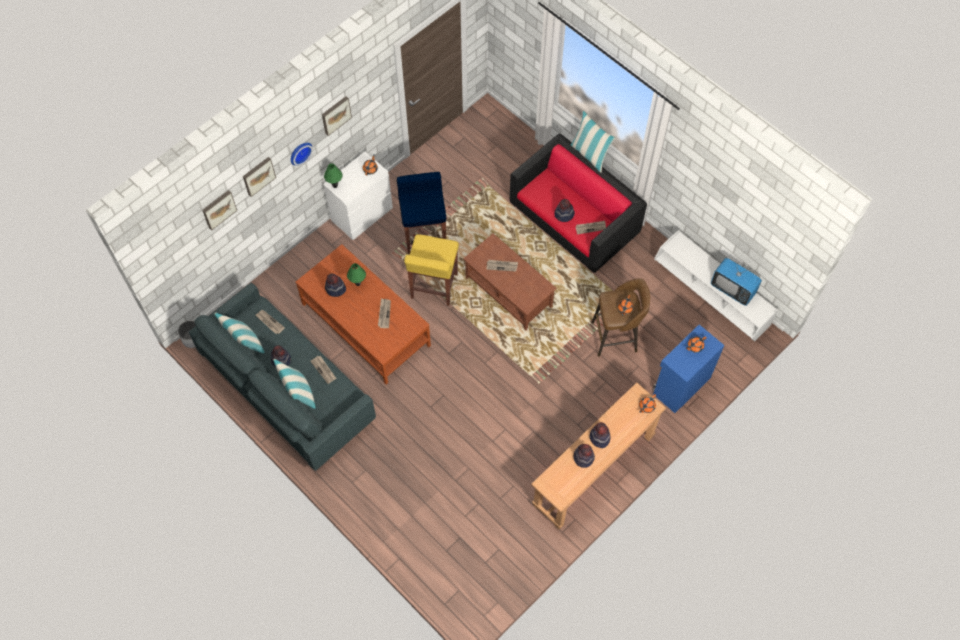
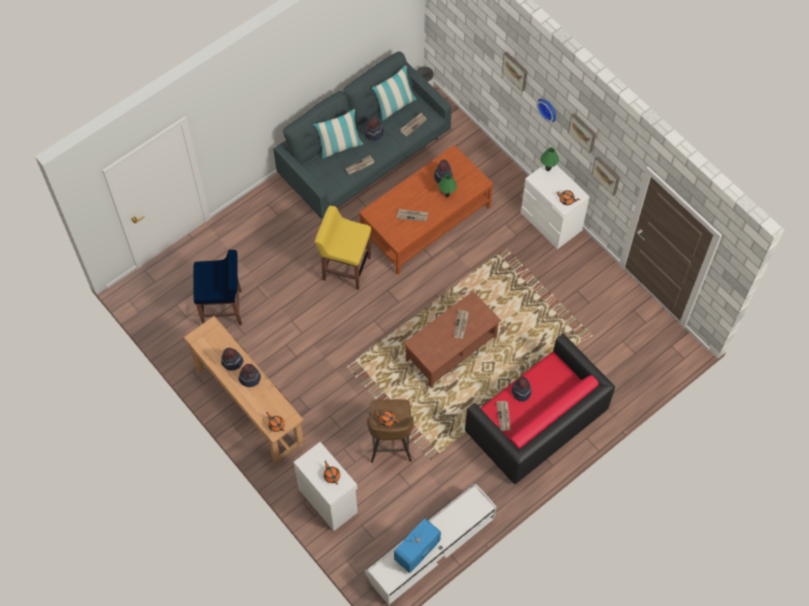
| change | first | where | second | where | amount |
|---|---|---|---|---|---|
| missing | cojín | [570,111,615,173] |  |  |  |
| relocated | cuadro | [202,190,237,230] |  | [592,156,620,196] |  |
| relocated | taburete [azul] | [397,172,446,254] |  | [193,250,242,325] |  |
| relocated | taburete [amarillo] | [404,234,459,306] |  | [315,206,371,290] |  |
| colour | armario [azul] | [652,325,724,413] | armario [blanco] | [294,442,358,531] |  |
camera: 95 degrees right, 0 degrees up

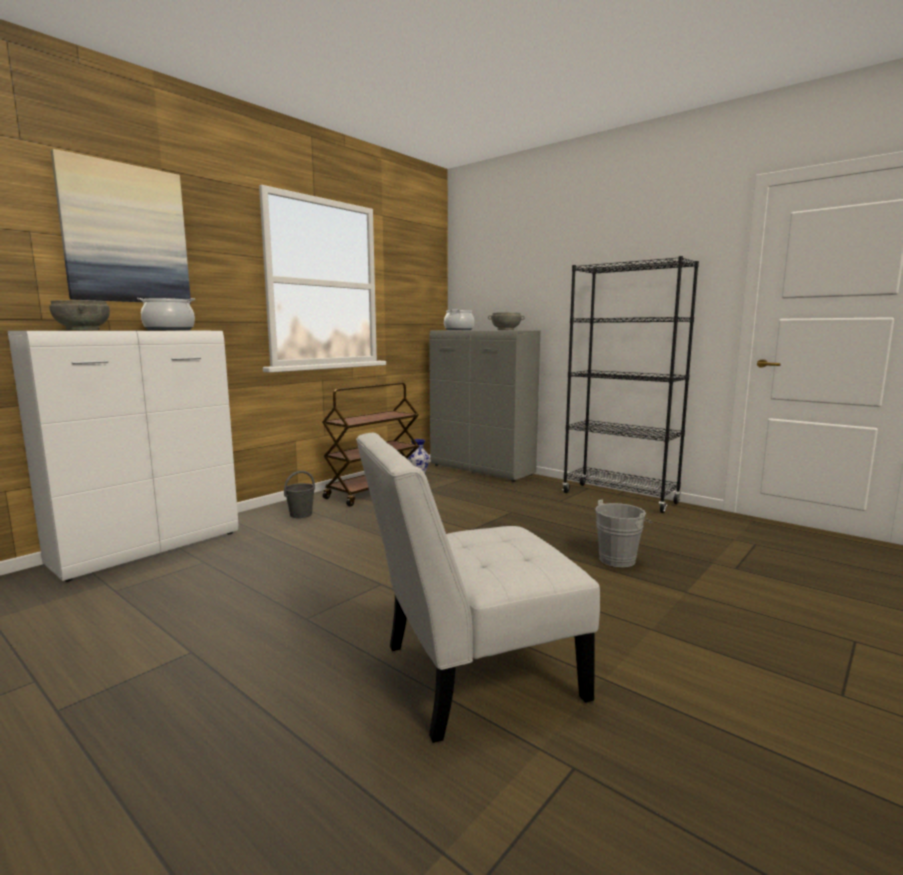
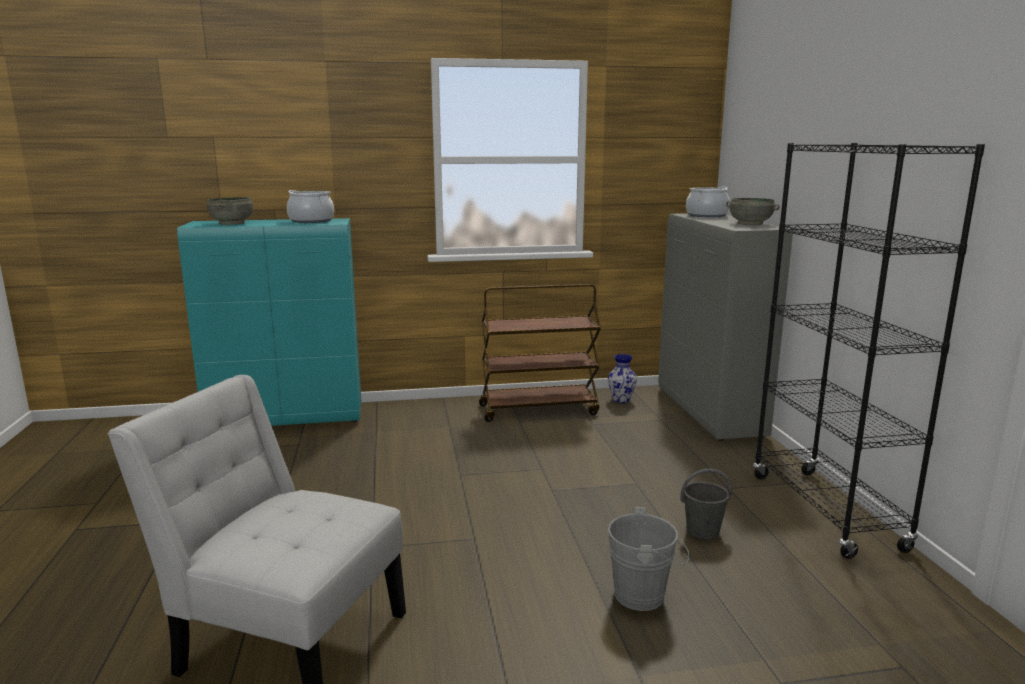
| change | first | where | second | where | amount |
|---|---|---|---|---|---|
| missing | cuadro | [51,149,191,304] |  |  |  |
| relocated | cubo [gris] | [284,471,315,518] |  | [680,469,731,539] |  |
| colour | armario [blanco] | [8,331,238,582] | armario [turquesa] | [177,218,361,426] |  |
camera: 40 degrees right, 5 degrees up

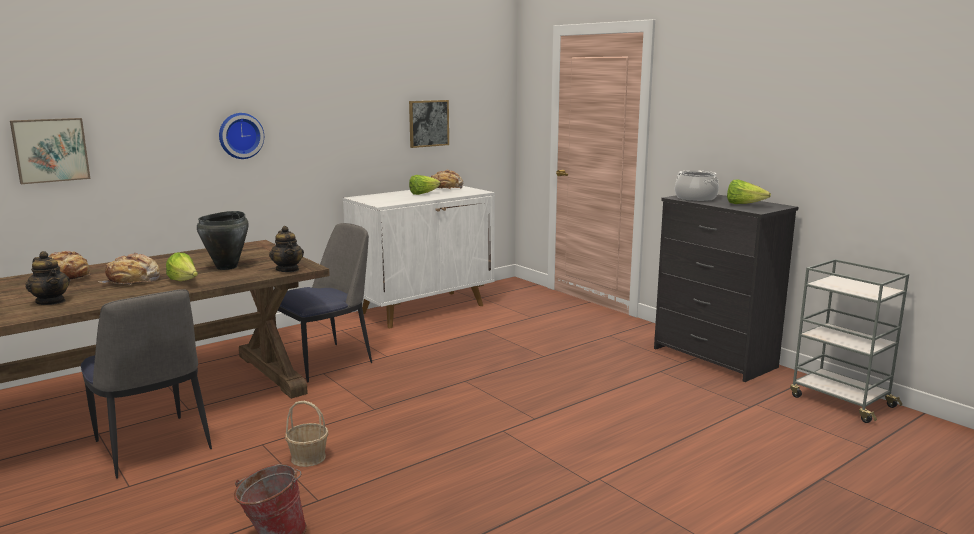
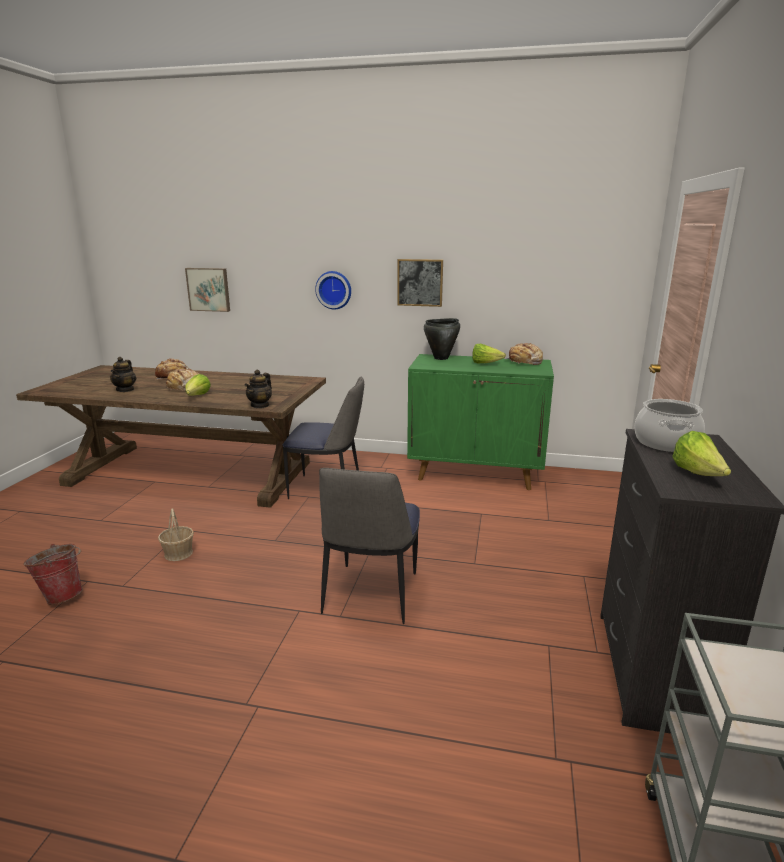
| change | first | where | second | where | amount |
|---|---|---|---|---|---|
| relocated | silla | [81,289,212,479] |  | [319,468,420,624] |  |
| relocated | olla [negro] | [197,211,249,270] |  | [424,318,460,360] |  |
| relocated | cuadro | [409,100,449,148] |  | [397,259,443,307] |  |
| colour | armario [blanco] | [343,186,495,328] | armario [verde] | [407,354,554,490] |  |
camera: 50 degrees right, 5 degrees up

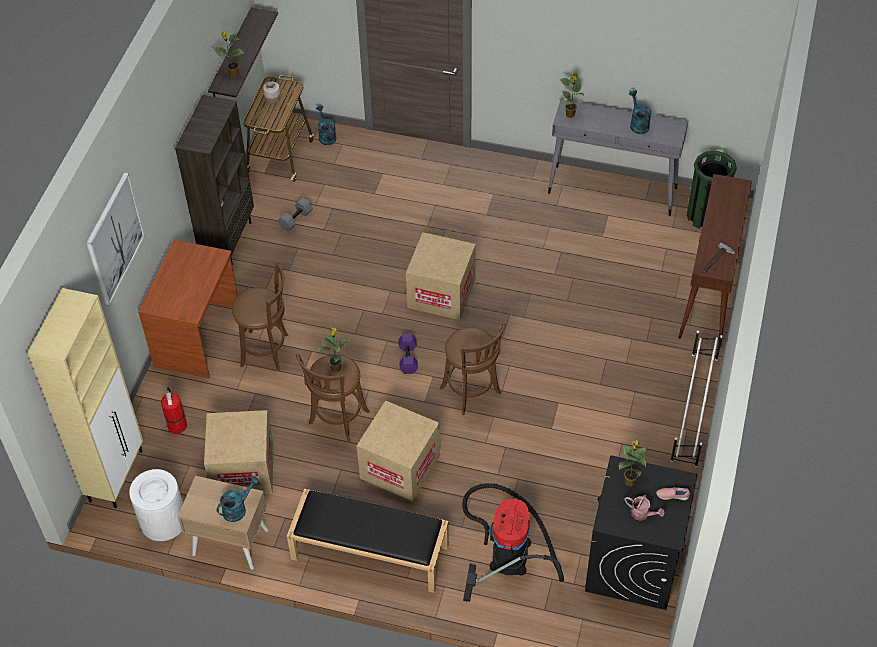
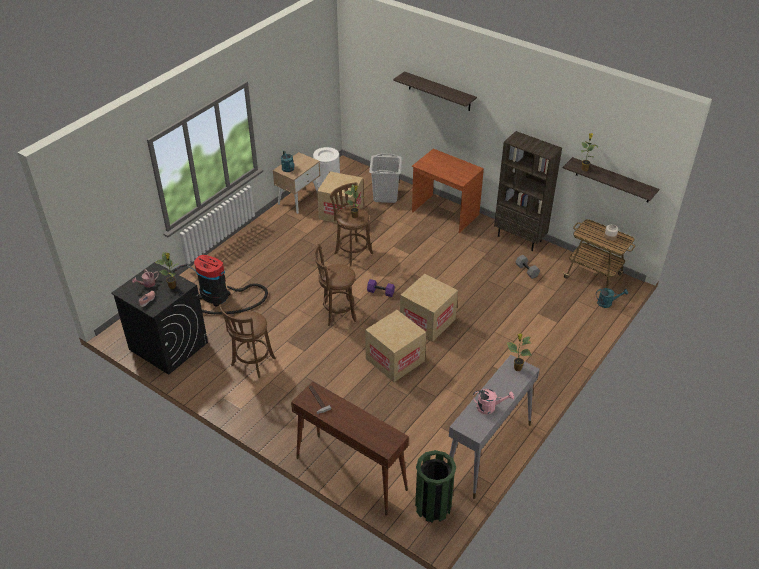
| change | first | where | second | where | amount |
|---|---|---|---|---|---|
| missing | armario [beis] | [27,288,143,508] |  |  |  |
| missing | banco [negro] | [287,489,449,593] |  |  |  |
| missing | zapatero [blanco] | [670,331,723,467] |  |  |  |
| relocated | taburete [marrón] | [232,262,288,371] |  | [219,305,276,378] |  |
| relocated | caja de cartón | [357,401,440,501] |  | [365,310,426,382] |  |
| exchanged | cuadro | [86,172,145,306] | estante | [393,71,477,111] |  |
| exchanged | extintor | [161,387,187,434] | cesto de la ropa [gris] | [369,154,402,203] |  |
| colour | regadera [turquesa] | [629,90,651,134] | regadera [rosa] | [473,389,514,414] |  |
camera: 110 degrees right, 10 degrees down

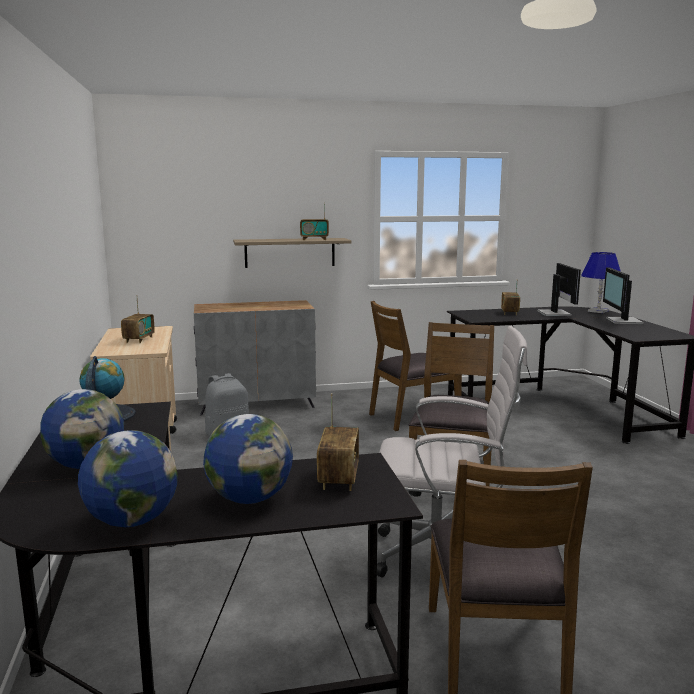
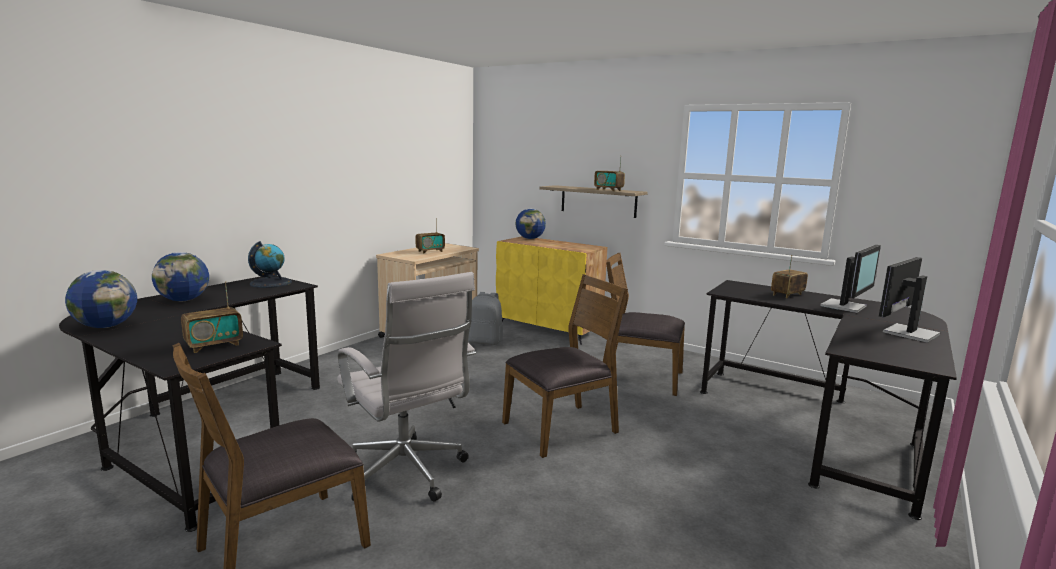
| change | first | where | second | where | amount |
|---|---|---|---|---|---|
| missing | lámpara de mesa [azul] | [581,252,621,313] |  |  |  |
| relocated | globo terráqueo | [203,414,293,504] |  | [515,209,546,239] |  |
| colour | armario [gris] | [194,300,316,415] | armario [amarillo] | [496,236,607,345] |  |
camera: 45 degrees right, 0 degrees up

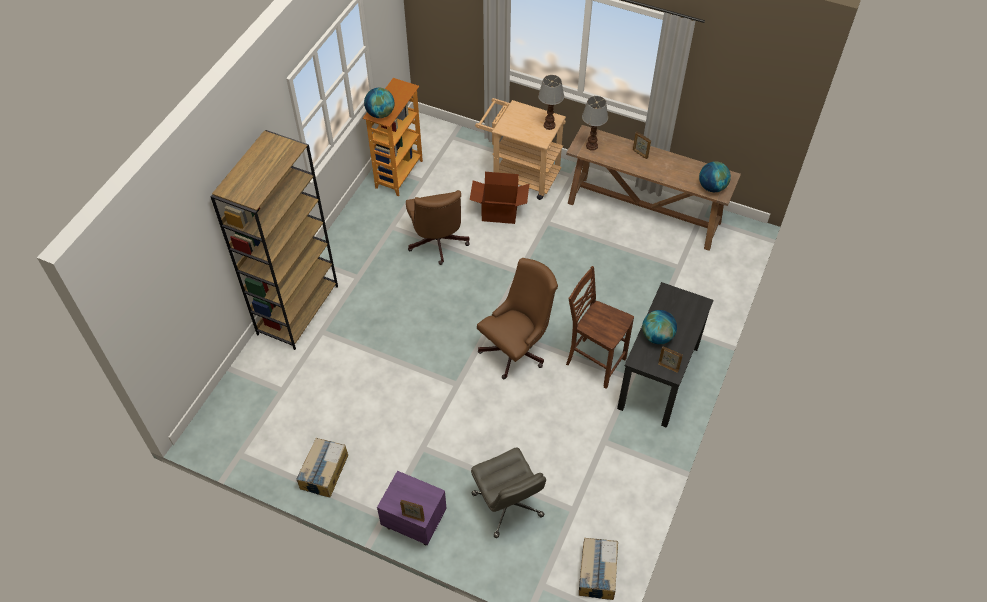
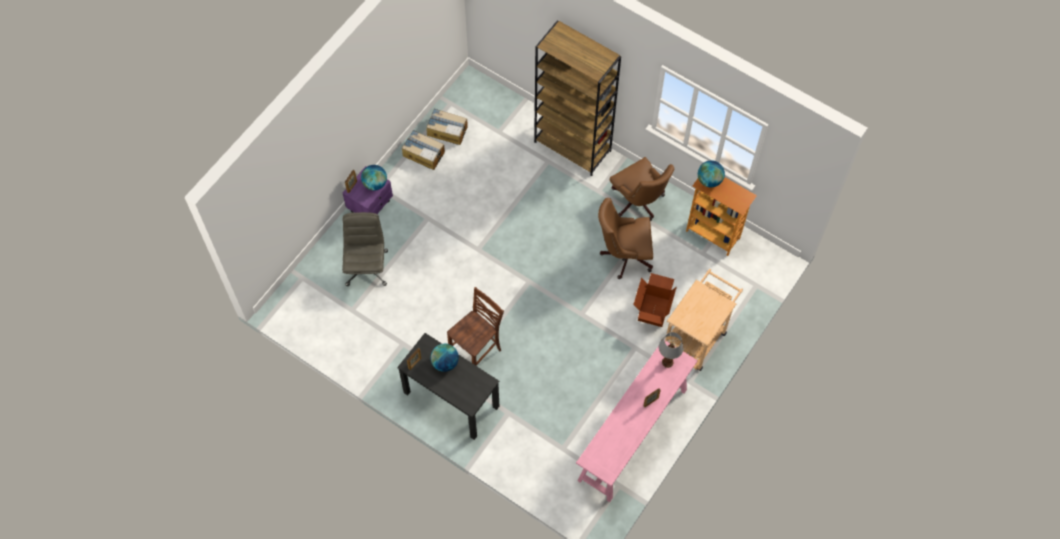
| change | first | where | second | where | amount |
|---|---|---|---|---|---|
| missing | lámpara de mesa | [538,75,564,130] |  |  |  |
| relocated | silla de oficina [marrón] | [477,258,558,379] |  | [610,157,674,221] |  |
| relocated | caja de cartón | [579,538,618,600] |  | [426,109,468,145] |  |
| relocated | globo terráqueo | [699,161,731,192] |  | [361,165,387,191] |  |
| colour | mesa consola [marrón] | [566,125,741,251] | mesa consola [rosa] | [576,340,698,502] |  |
| spun | silla de oficina [gris] | [471,447,546,538] |  | [342,212,388,286] | 105 degrees clockwise |
camera: 100 degrees right, 10 degrees up

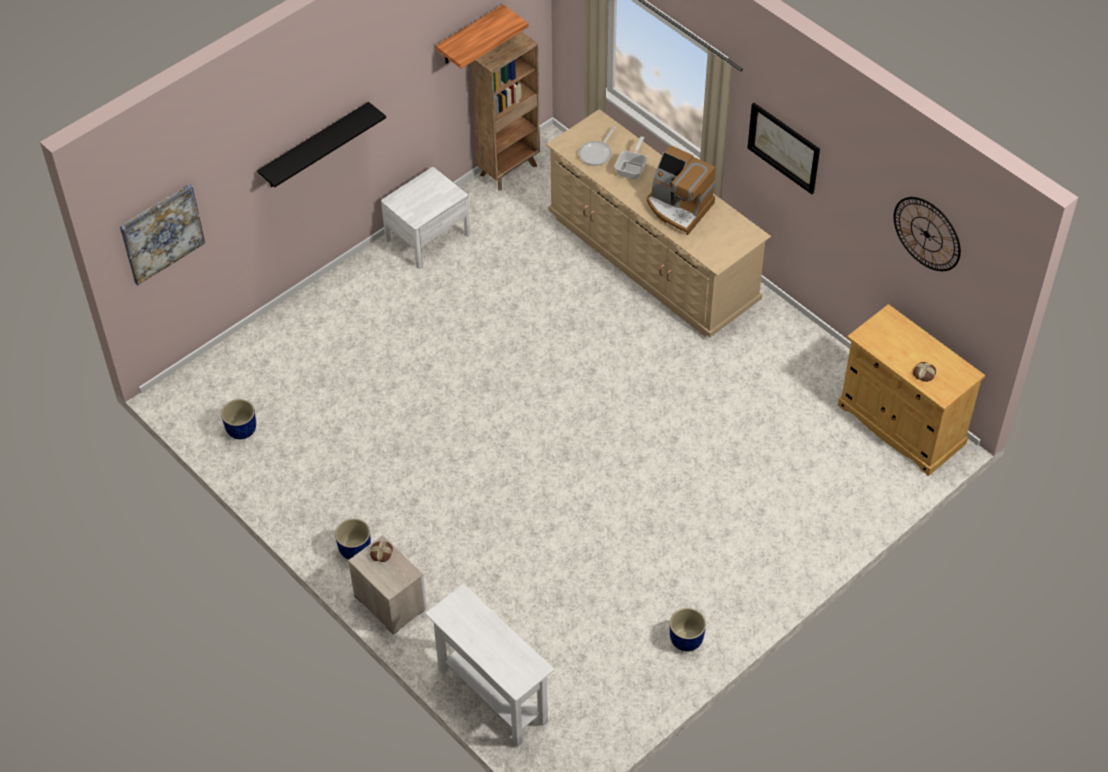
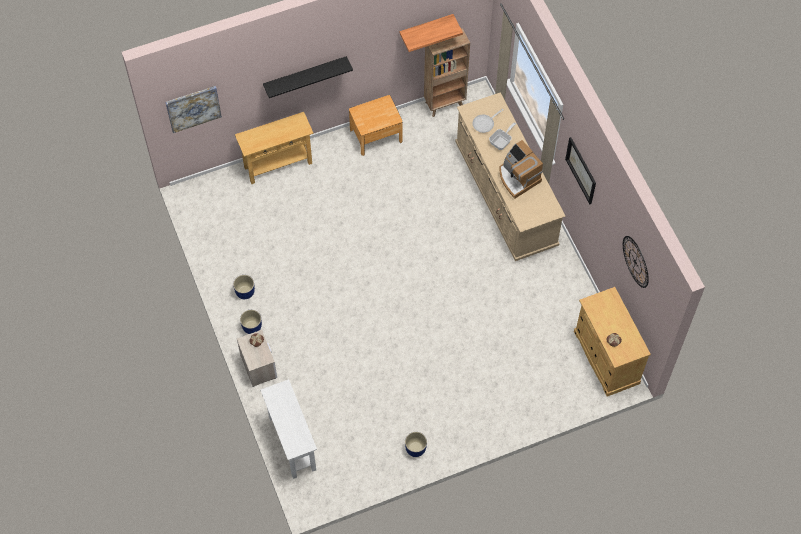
| change | first | where | second | where | amount |
|---|---|---|---|---|---|
| appeared |  |  | mesa consola [beis] | [235,112,314,184] |  |
| relocated | maceta [azul] | [221,399,256,439] |  | [233,275,255,299] |  |
| colour | mesita de noche [blanco] | [381,167,470,269] | mesita de noche [marrón] | [349,95,402,156] |  |
camera: 20 degrees right, 10 degrees up

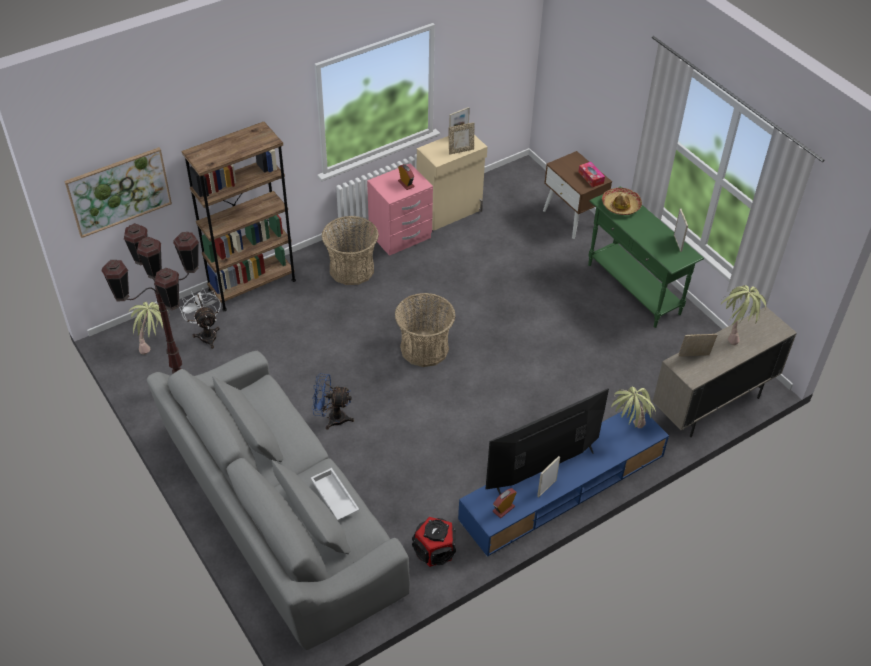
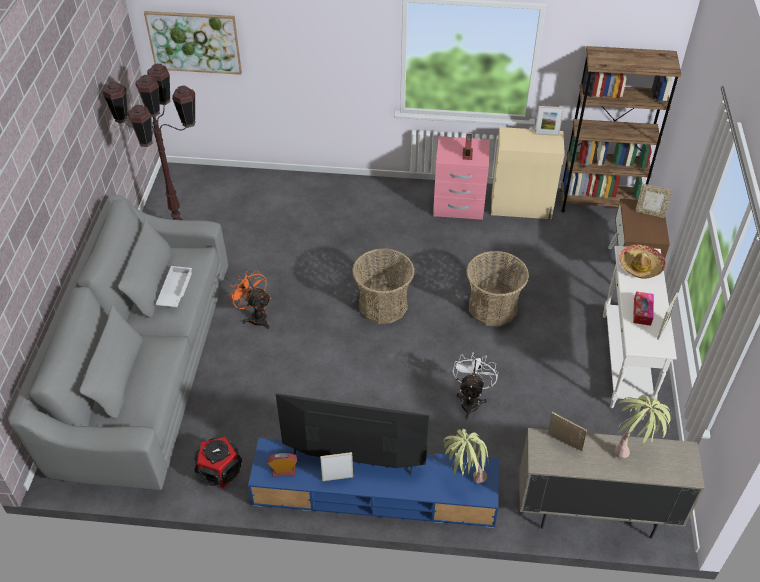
| change | first | where | second | where | amount |
|---|---|---|---|---|---|
| missing | planta en maceta | [129,302,168,355] |  |  |  |
| relocated | ventilador [blanco] | [180,288,221,349] |  | [453,352,498,419] |  |
| relocated | estantería [marrón] | [182,122,296,311] |  | [560,46,681,213] |  |
| relocated | bandeja [blanco] | [311,468,359,520] |  | [155,266,192,307] |  |
| relocated | cesta | [322,216,379,285] |  | [466,251,529,326] |  |
| relocated | portarretratos | [448,123,474,155] |  | [635,184,673,218] |  |
| relocated | caja de pañuelos | [579,162,605,187] |  | [633,291,654,326] |  |
| colour | ventilador [azul] | [312,373,354,430] | ventilador [naranja] | [228,270,271,329] |  |
| colour | mesa consola [verde] | [588,186,704,328] | mesa consola [blanco] | [603,246,677,408] |  |
camera: 40 degrees right, 0 degrees up

